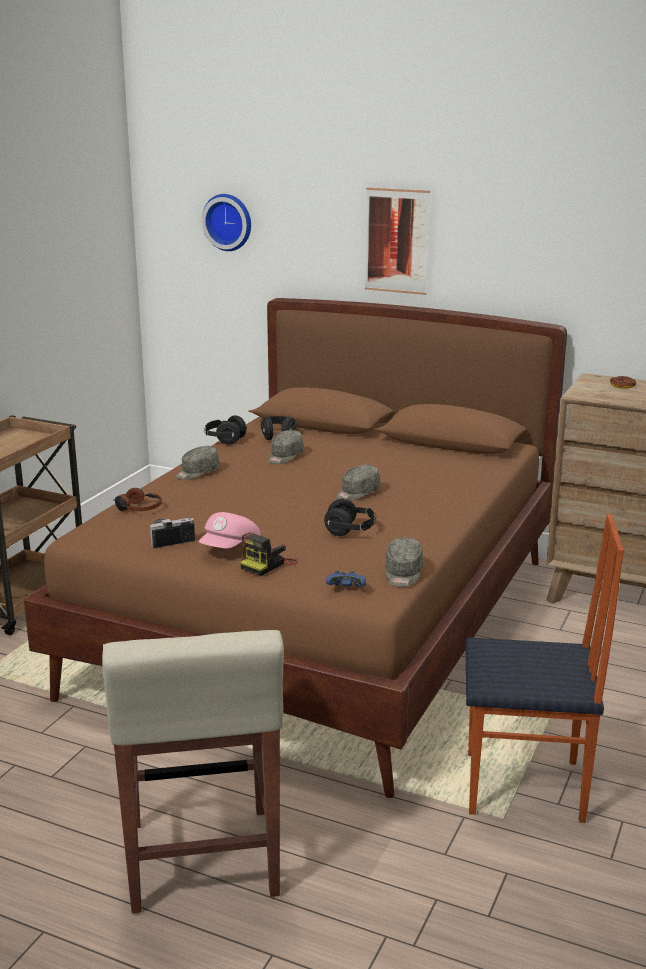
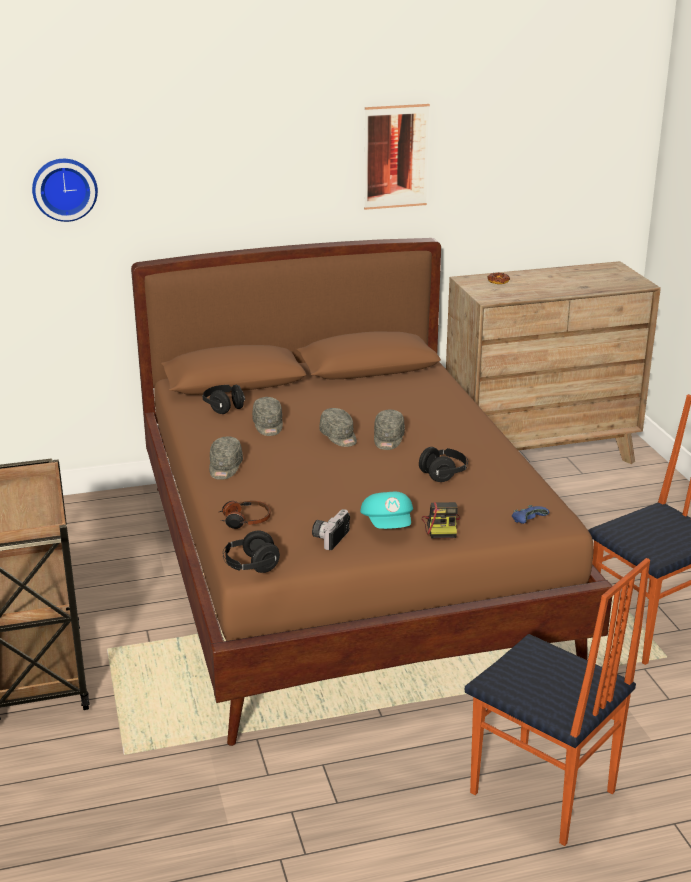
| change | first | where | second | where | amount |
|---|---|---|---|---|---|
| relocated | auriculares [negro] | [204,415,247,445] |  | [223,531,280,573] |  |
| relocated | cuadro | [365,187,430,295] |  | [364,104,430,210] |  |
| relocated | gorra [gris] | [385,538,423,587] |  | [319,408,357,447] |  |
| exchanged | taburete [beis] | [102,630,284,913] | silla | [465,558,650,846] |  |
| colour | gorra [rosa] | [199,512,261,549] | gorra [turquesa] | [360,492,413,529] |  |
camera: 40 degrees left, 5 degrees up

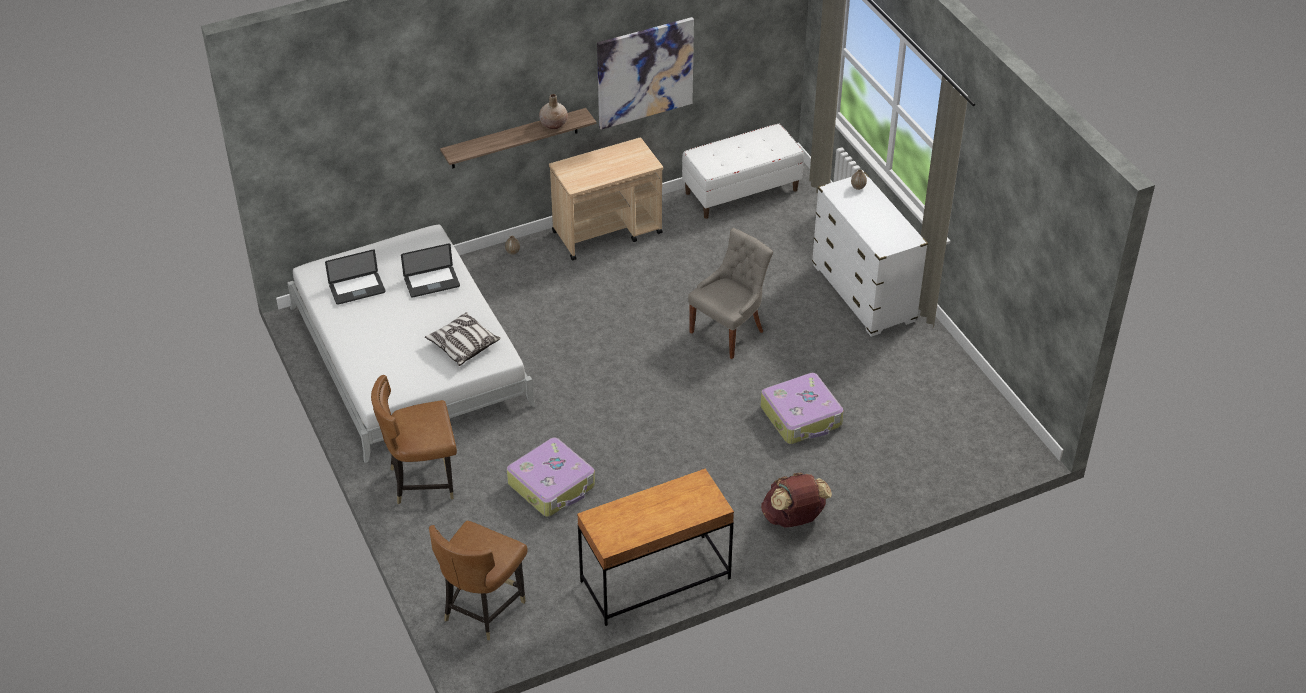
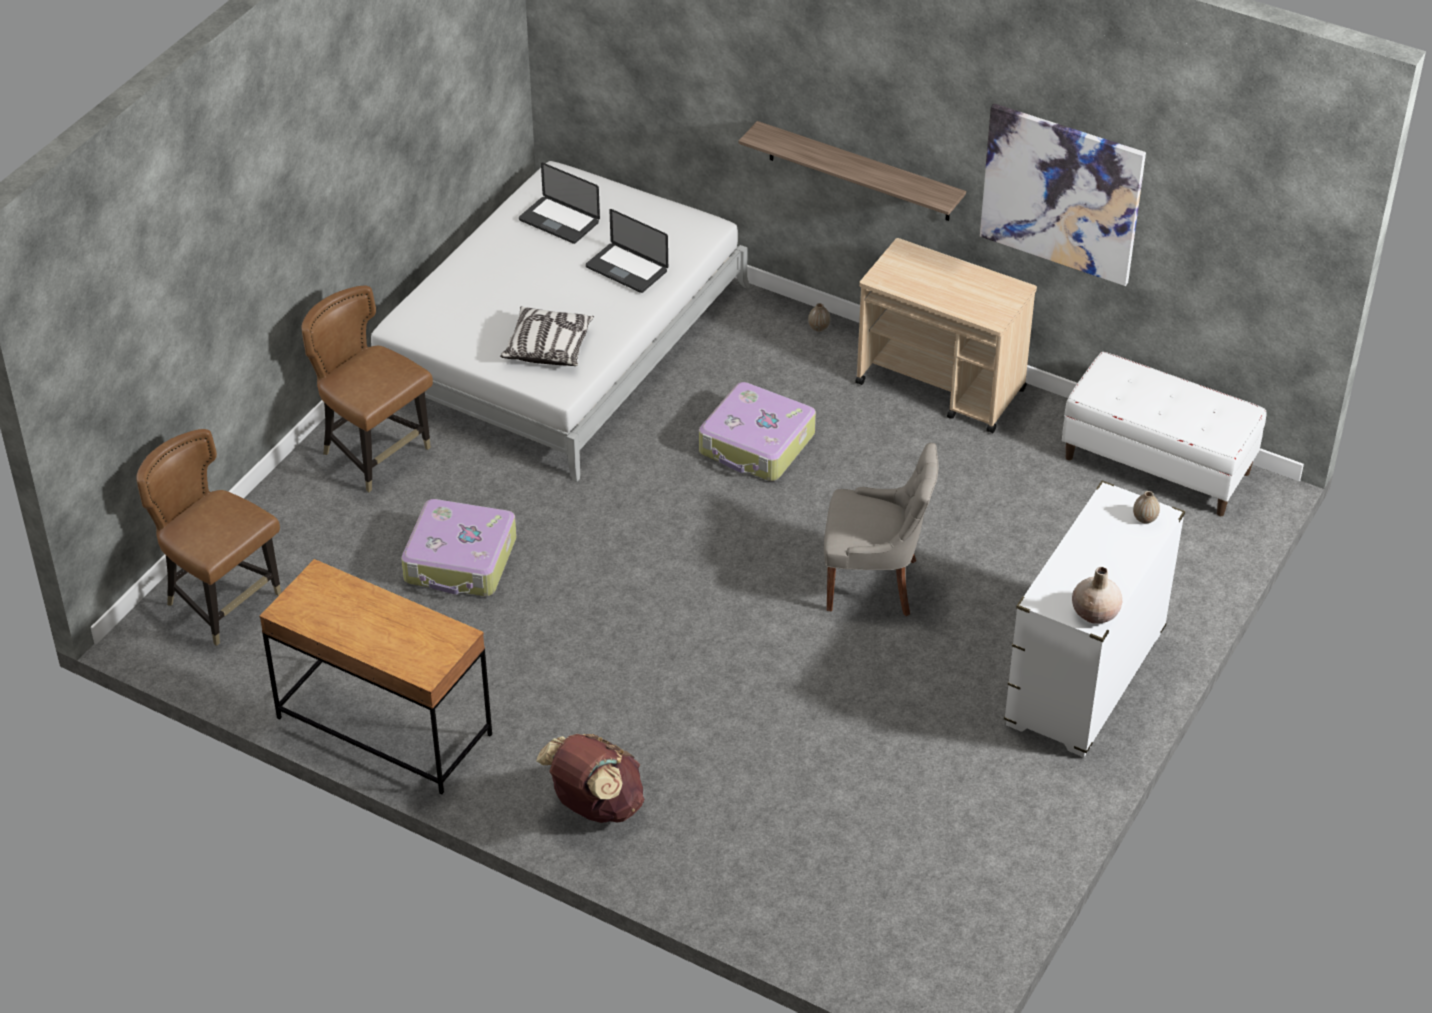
| change | first | where | second | where | amount |
|---|---|---|---|---|---|
| relocated | florero [beis] | [539,94,568,129] |  | [1072,567,1122,624] |  |
| relocated | maleta | [760,373,844,444] |  | [699,382,816,481] |  |
| spun | silla [marrón] | [429,521,528,640] |  | [136,429,281,646] | 45 degrees clockwise |
camera: 55 degrees right, 0 degrees up

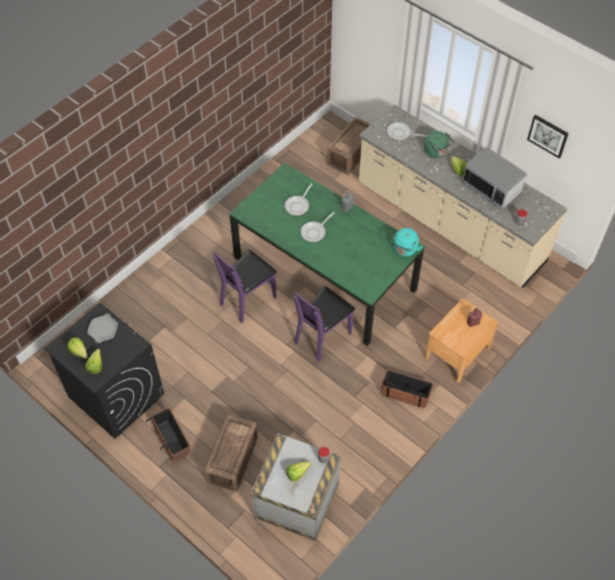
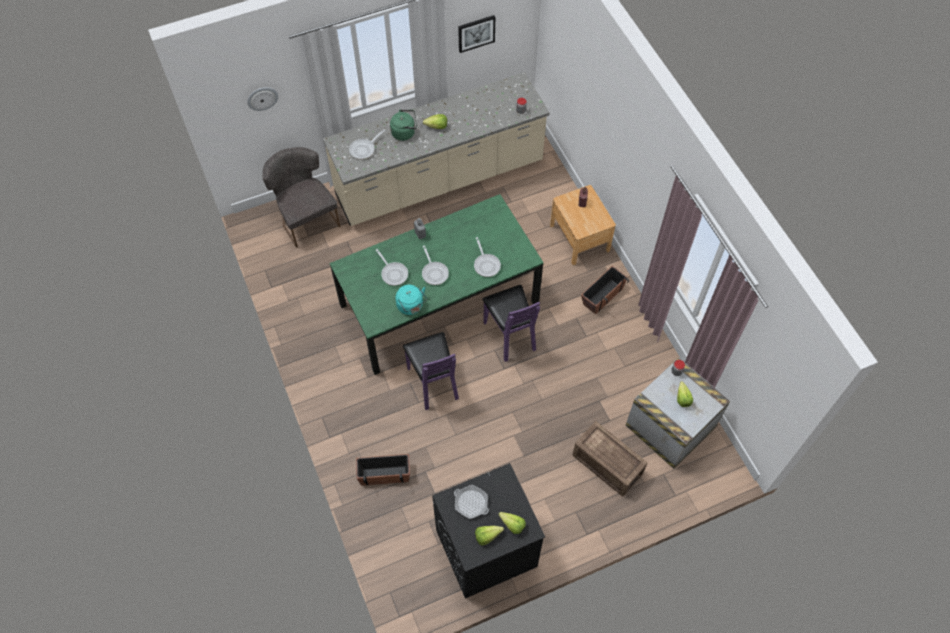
| change | first | where | second | where | amount |
|---|---|---|---|---|---|
| missing | microondas | [462,147,527,209] |  |  |  |
| appeared |  |  | reloj de pared | [247,87,278,111] |  |
| appeared |  |  | sartén | [474,237,501,277] |  |
| relocated | maceta | [146,407,191,462] |  | [356,454,410,486] |  |
| relocated | hervidor [turquesa] | [391,228,423,256] |  | [395,285,427,315] |  |
| exchanged | caja de embalaje | [327,117,371,175] | silla [gris] | [263,147,340,248] |  |
camera: 65 degrees left, 5 degrees up

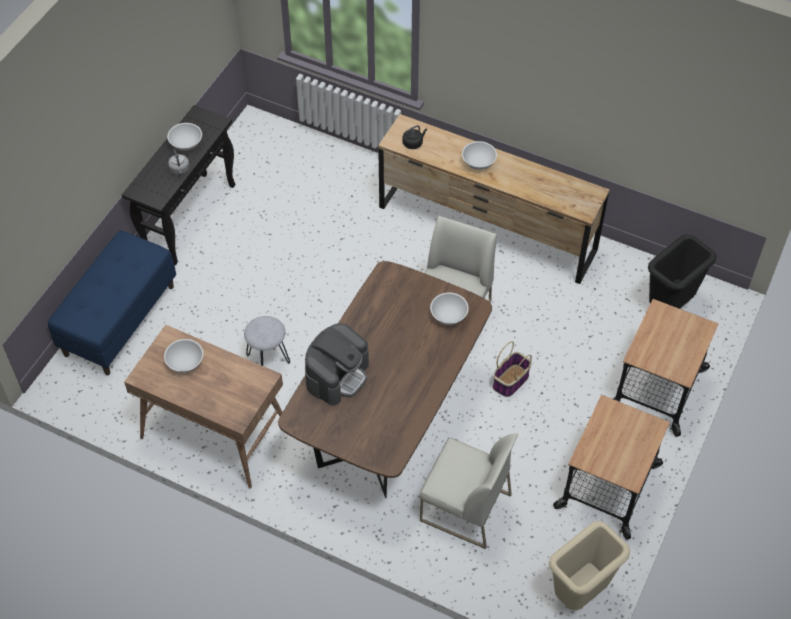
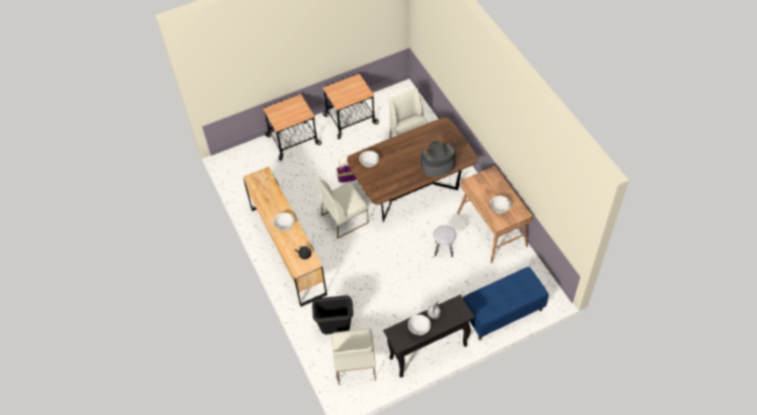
| change | first | where | second | where | amount |
|---|---|---|---|---|---|
| missing | papelera [beis] | [549,521,630,611] |  |  |  |
| appeared |  |  | silla [blanco] | [332,329,376,385] |  |
| relocated | papelera [negro] | [648,234,717,309] |  | [312,295,353,334] |  |
camera: 140 degrees left, 0 degrees up

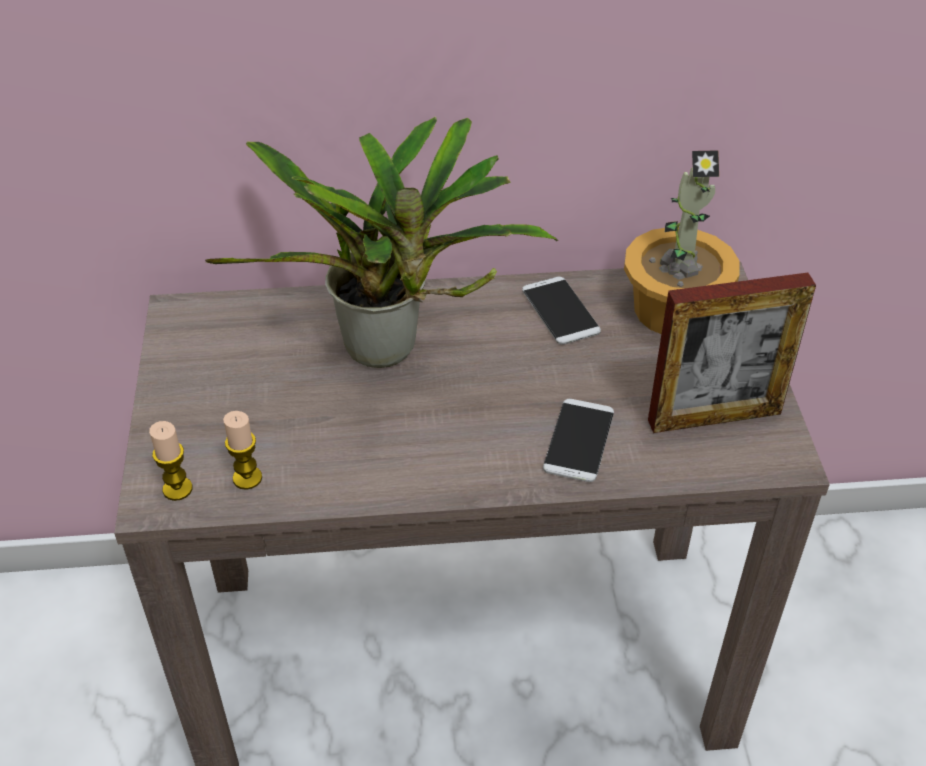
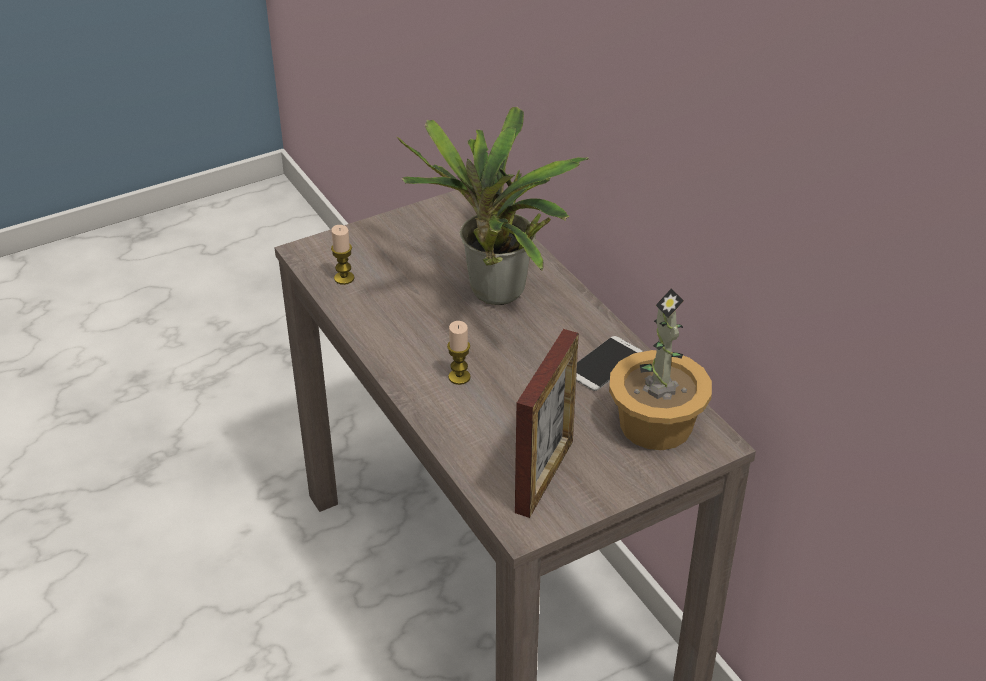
| change | first | where | second | where | amount |
|---|---|---|---|---|---|
| missing | móvil | [543,399,614,482] |  |  |  |
| relocated | vela | [149,421,193,501] |  | [447,321,471,385] |  |
| spun | portarretratos | [648,273,816,433] |  | [515,329,579,518] | 120 degrees counterclockwise |
camera: 65 degrees right, 5 degrees down

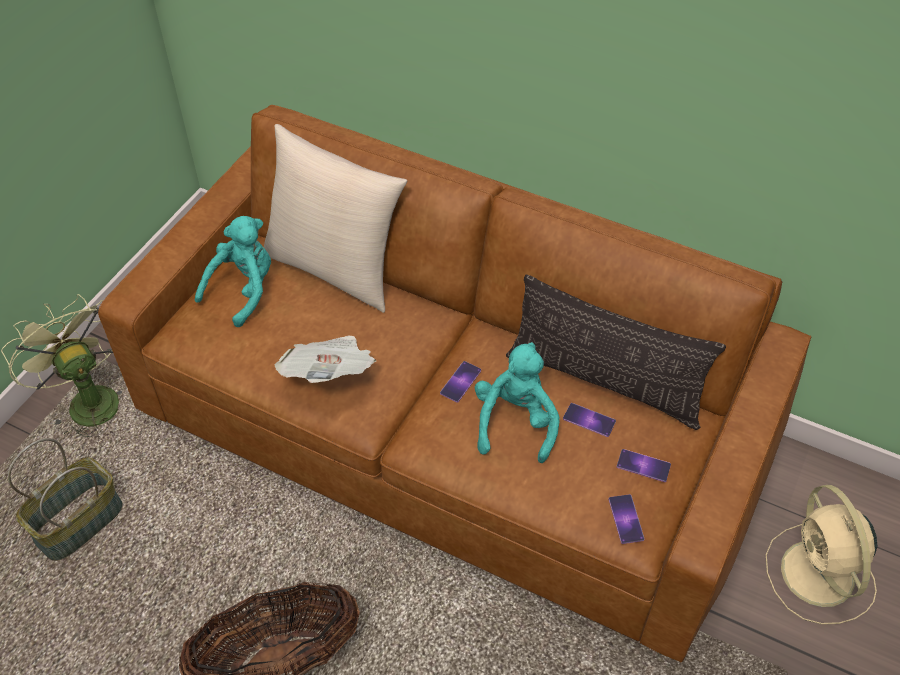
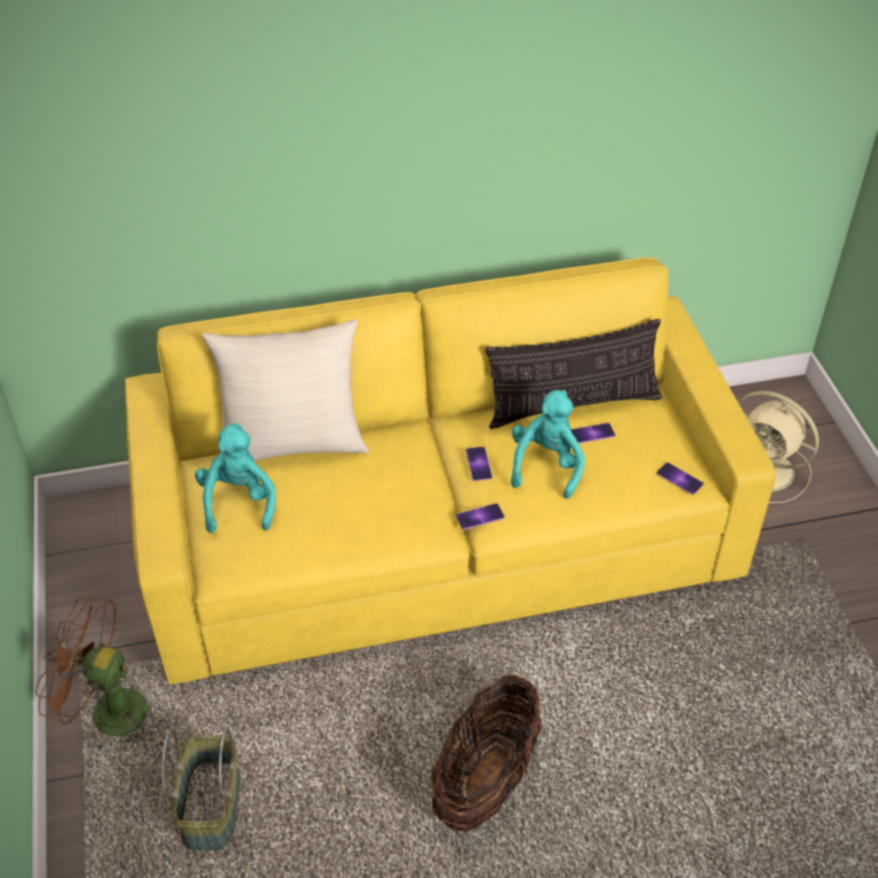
| change | first | where | second | where | amount |
|---|---|---|---|---|---|
| missing | periódico | [275,335,376,383] |  |  |  |
| relocated | móvil | [617,449,671,482] |  | [456,503,505,530] |  |
| colour | ventilador [verde] | [1,294,122,438] | ventilador [marrón] | [35,596,148,752] |  |
| colour | sofá [marrón] | [98,105,811,663] | sofá [amarillo] | [125,257,776,685] |  |
| spun | peluche [turquesa] | [475,342,559,463] |  | [511,390,585,499] | 45 degrees clockwise |
camera: 40 degrees left, 5 degrees down

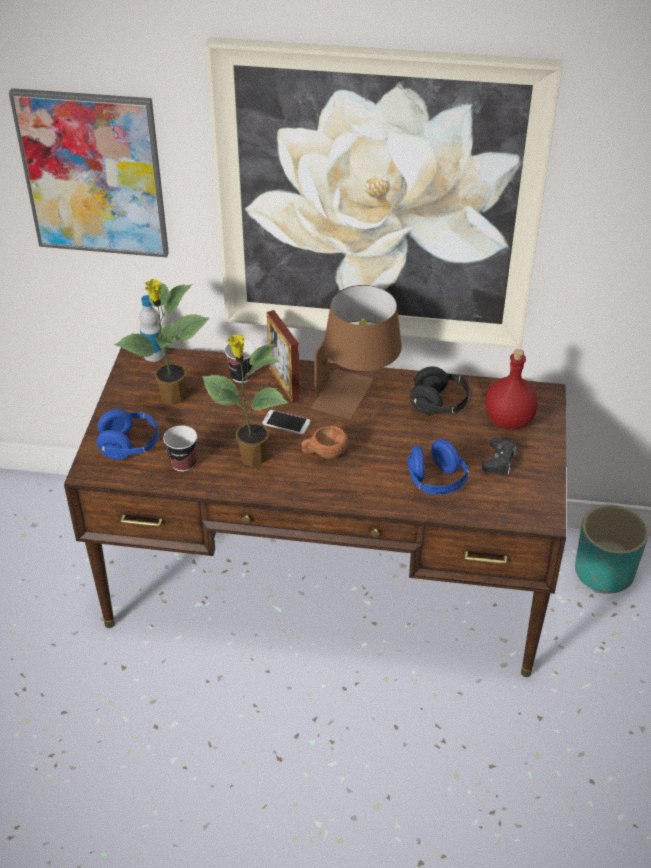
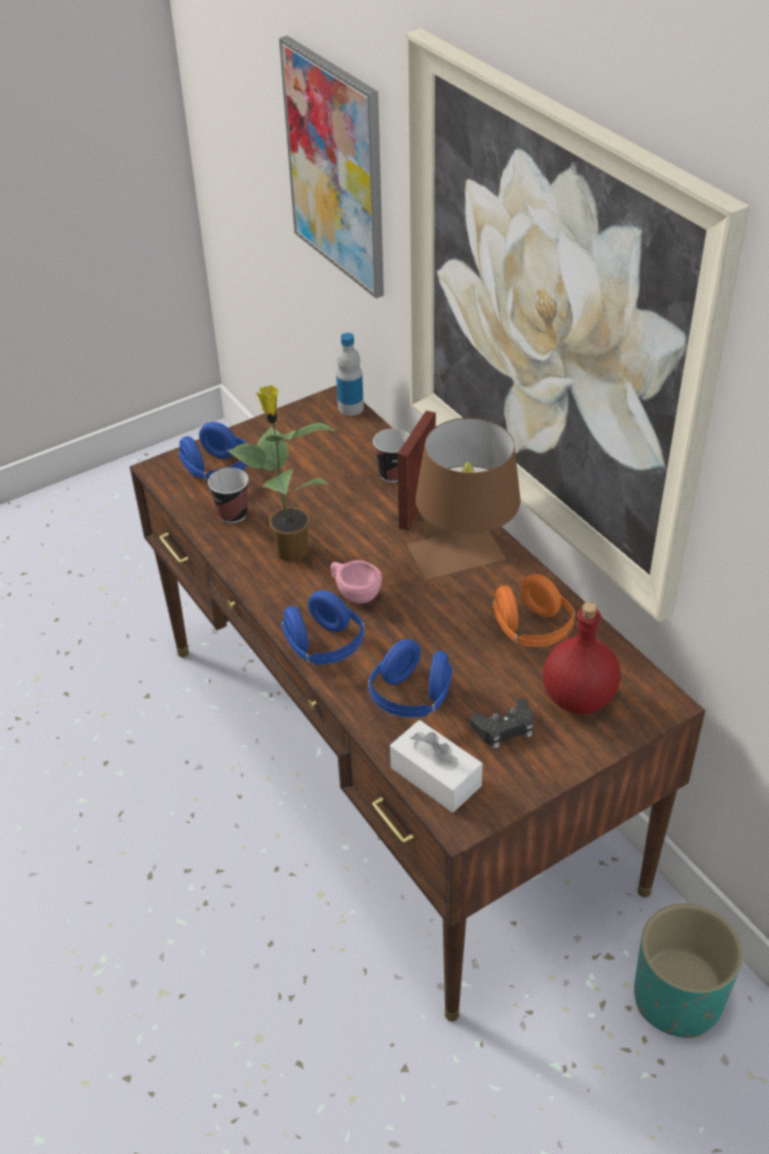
| change | first | where | second | where | amount |
|---|---|---|---|---|---|
| missing | planta en maceta | [114,279,209,405] |  |  |  |
| missing | móvil | [262,410,311,435] |  |  |  |
| appeared |  |  | auriculares [azul] | [280,590,365,665] |  |
| appeared |  |  | caja de pañuelos [blanco] | [390,720,483,812] |  |
| colour | taza [marrón] | [301,426,348,459] | taza [rosa] | [330,560,382,604] |  |
| colour | auriculares [negro] | [410,366,472,415] | auriculares [naranja] | [492,574,575,647] |  |
camera: 50 degrees right, 0 degrees up

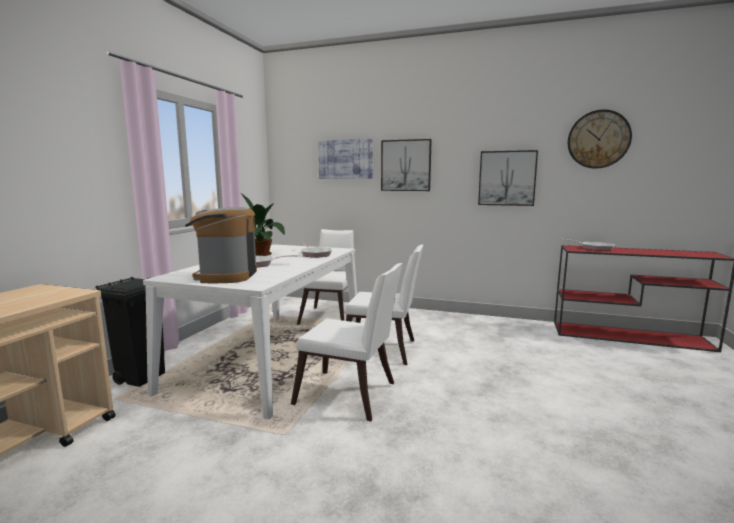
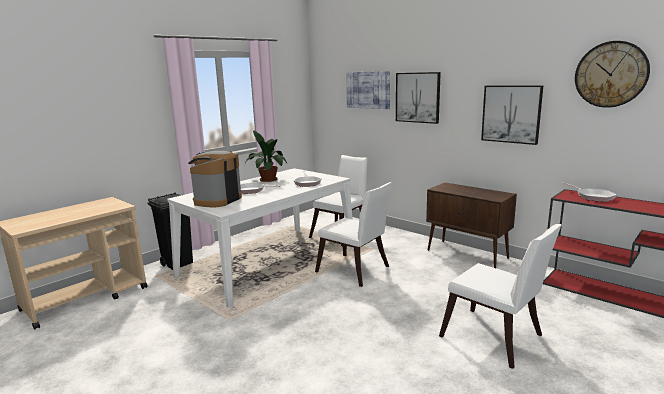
| change | first | where | second | where | amount |
|---|---|---|---|---|---|
| appeared |  |  | armario [marrón] | [426,183,517,268] |  |
| relocated | silla [blanco] | [291,263,402,421] |  | [439,224,562,369] |  |
camera: 25 degrees right, 5 degrees up

